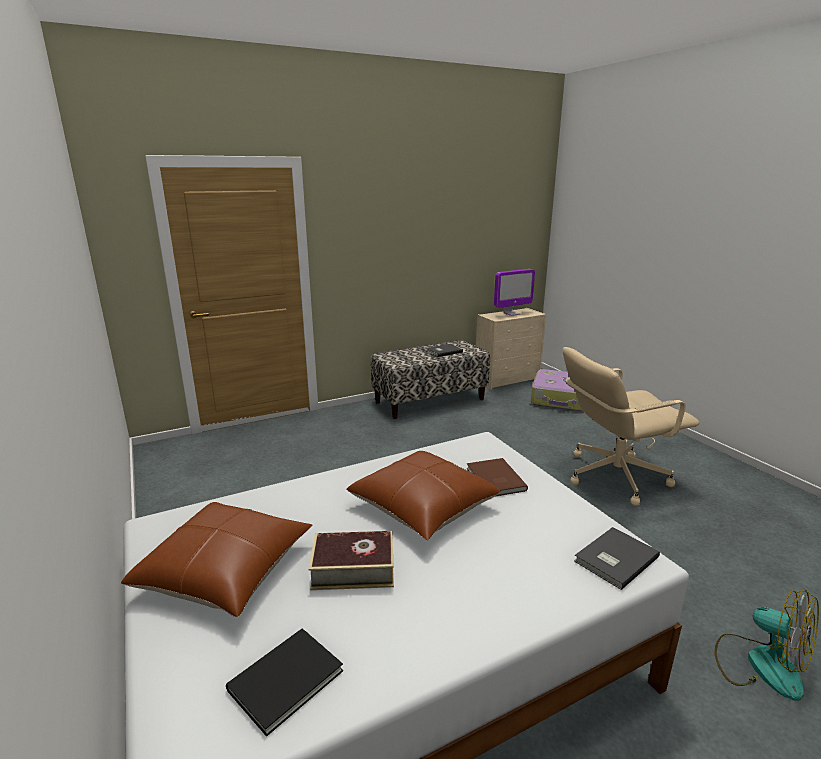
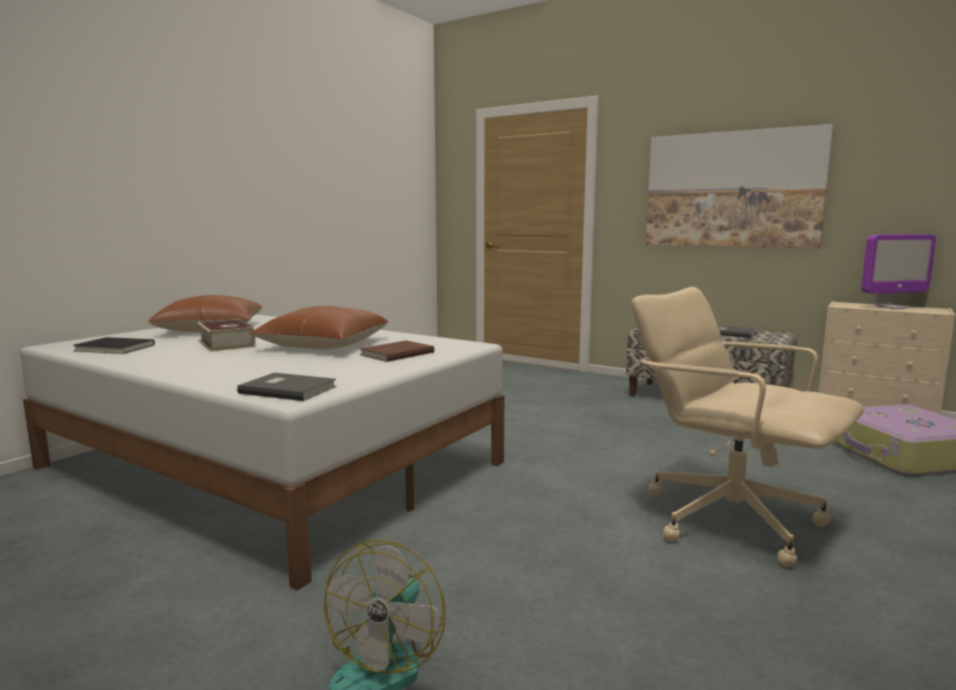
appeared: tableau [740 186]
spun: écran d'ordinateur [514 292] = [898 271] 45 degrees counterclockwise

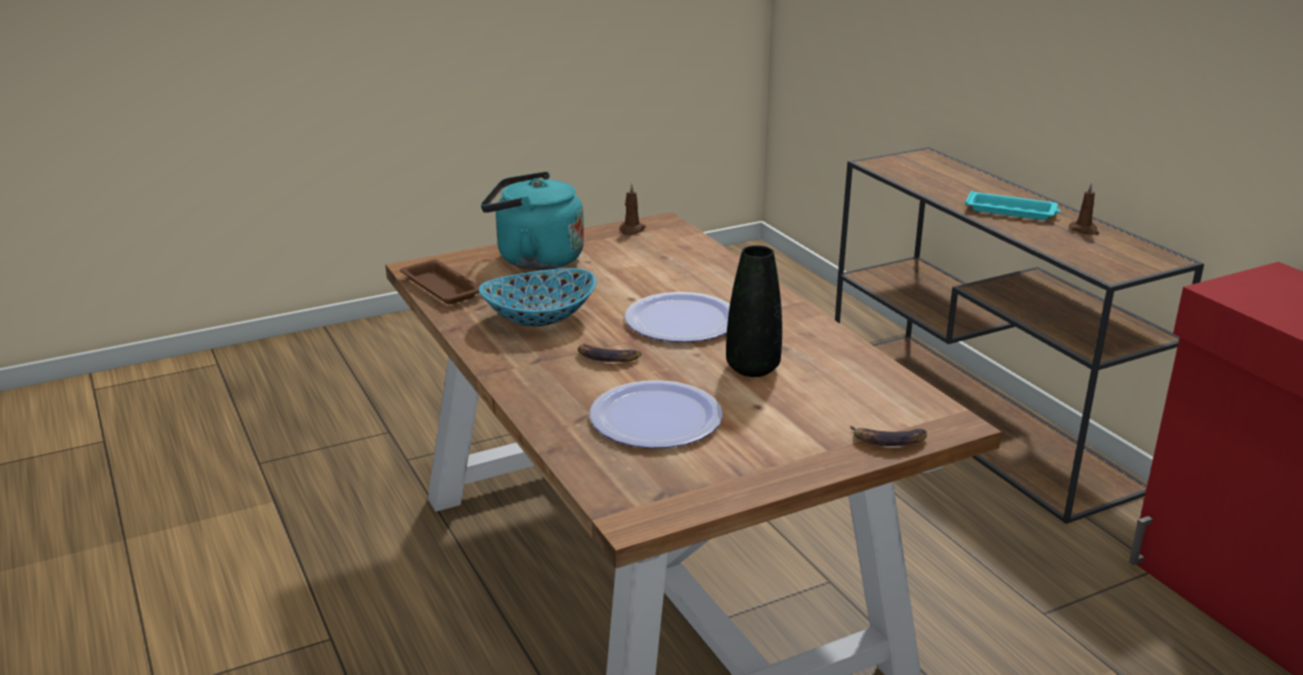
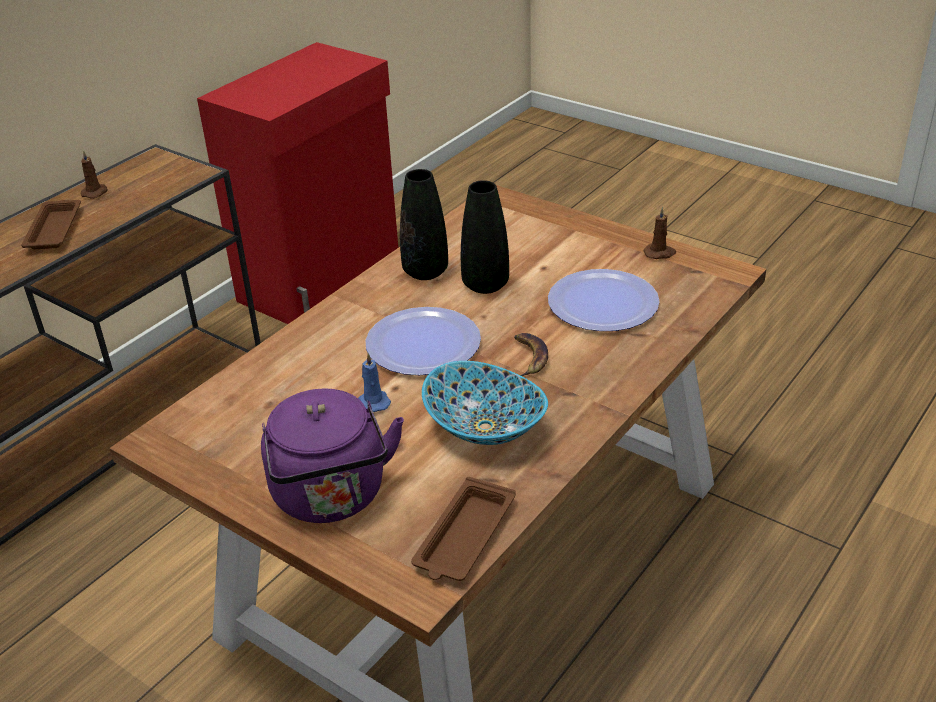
missing: banane [888 435]
appeared: bougie (bleu) [374 382]; vase (noir) [424 224]
relocated: bougie (marron) [632 209] to [660 233]
colour: bouilloire (turquoise) [532 221] to bouilloire (violet) [332 455]; plateau (turquoise) [1013 205] to plateau (marron) [51 224]

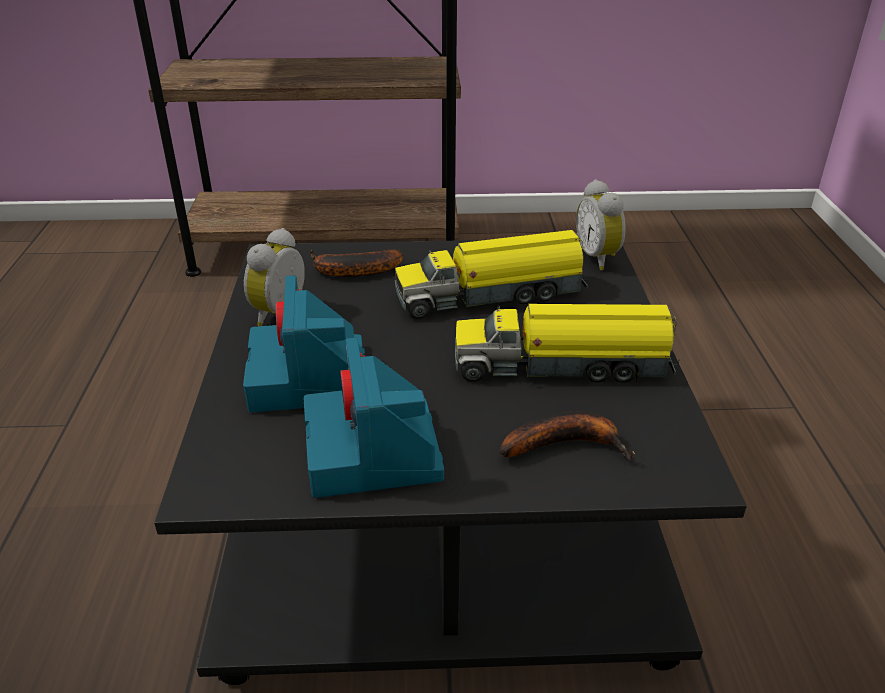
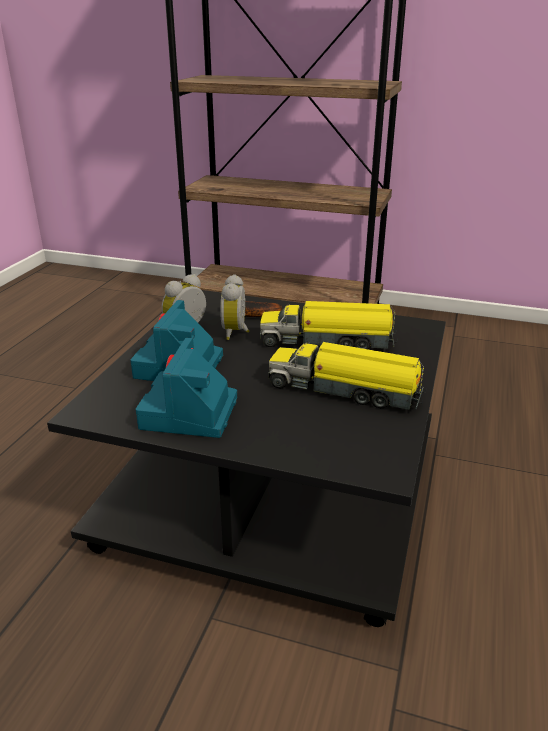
missing: banane [567 436]
relocated: réveil [601 224] to [235 307]

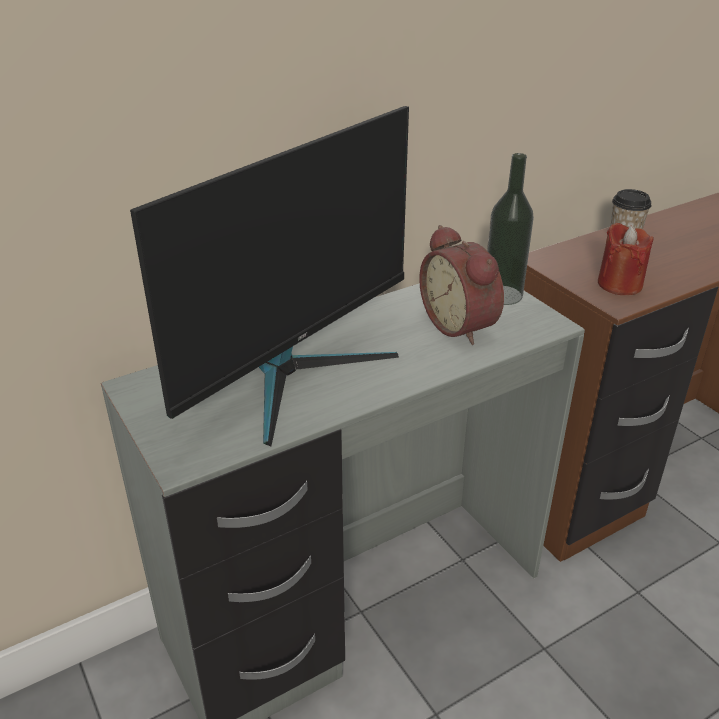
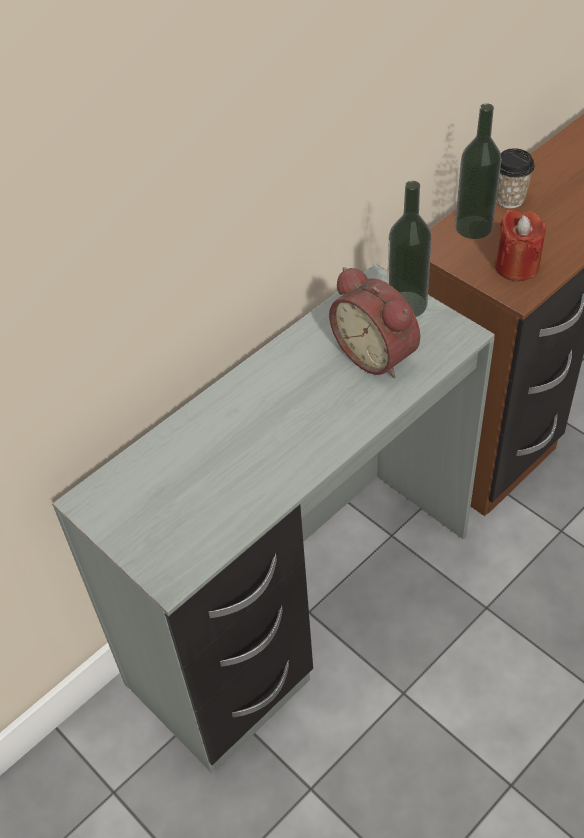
missing: écran d'ordinateur [269 276]
appeared: bouteille [478 171]

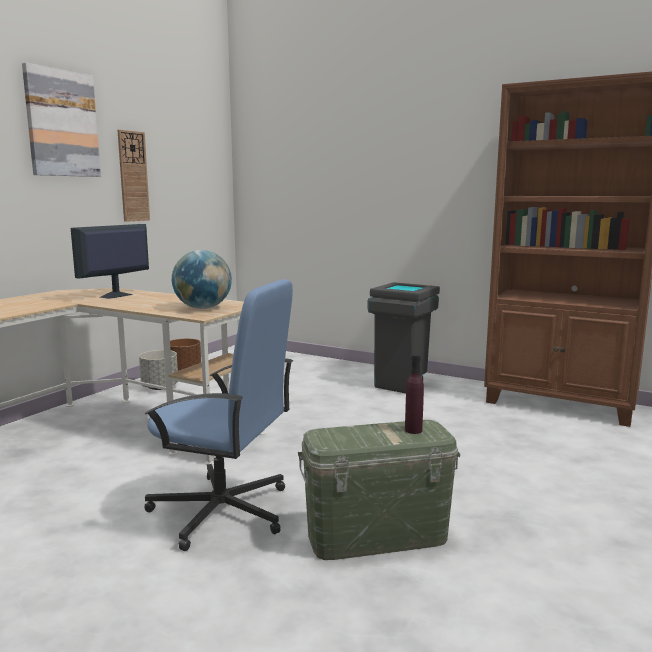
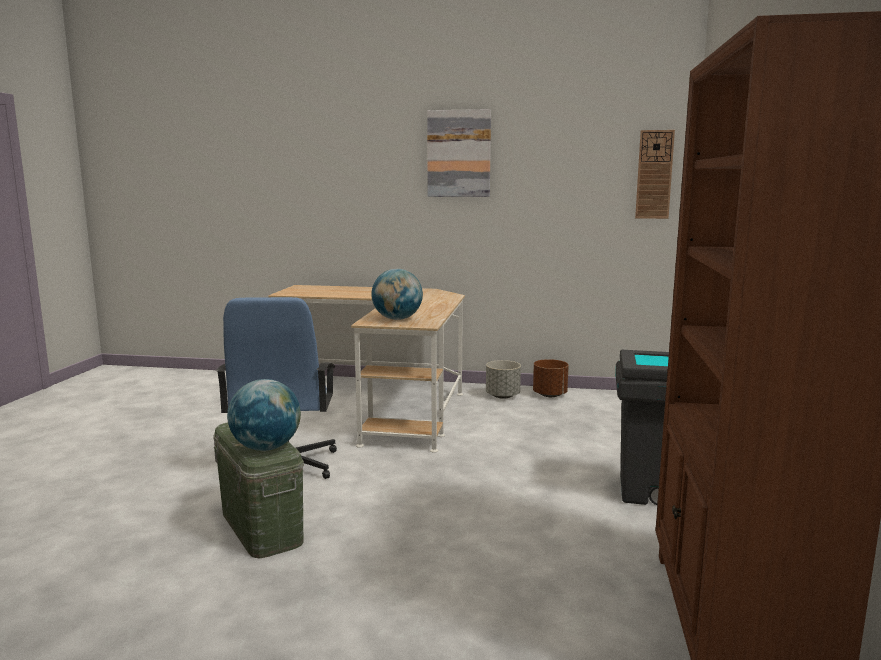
missing: écran d'ordinateur [110 261]
relocated: horloge murale [134 176] to [655 174]
exchanged: bouteille (violet) [414 394] to globe [264 415]

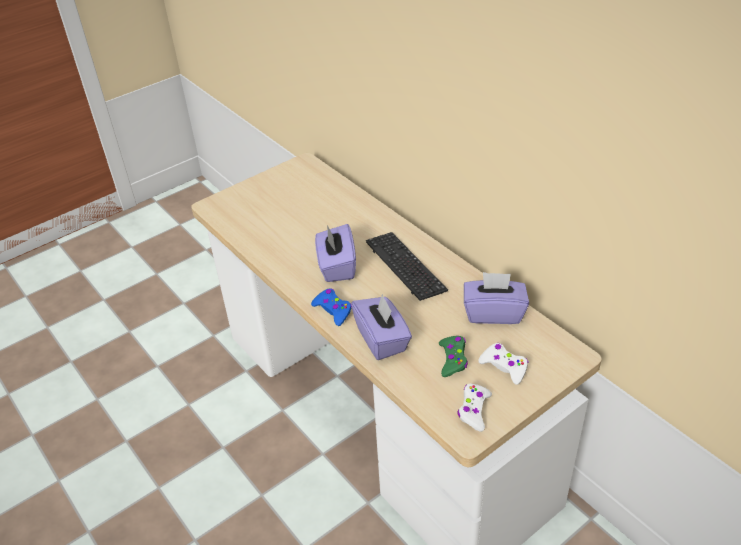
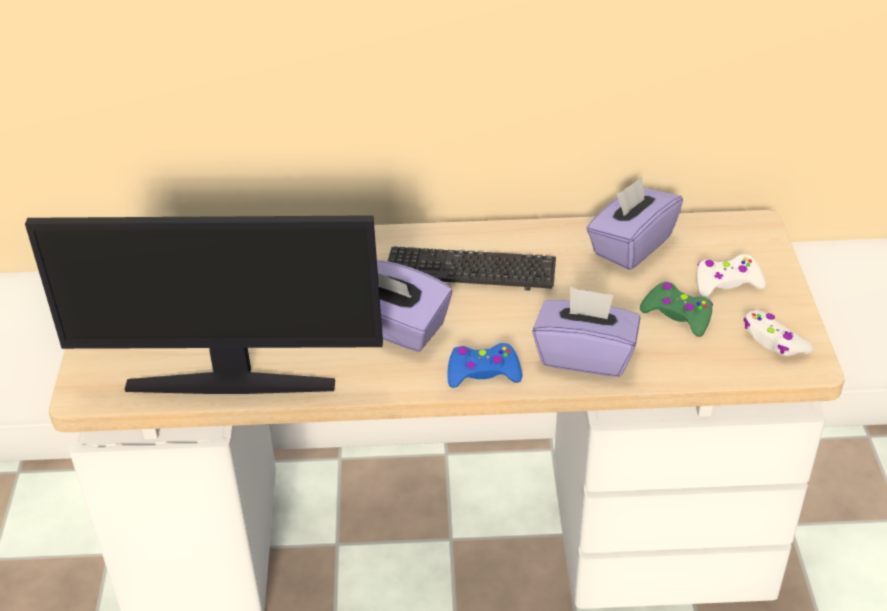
appeared: écran d'ordinateur [204 304]

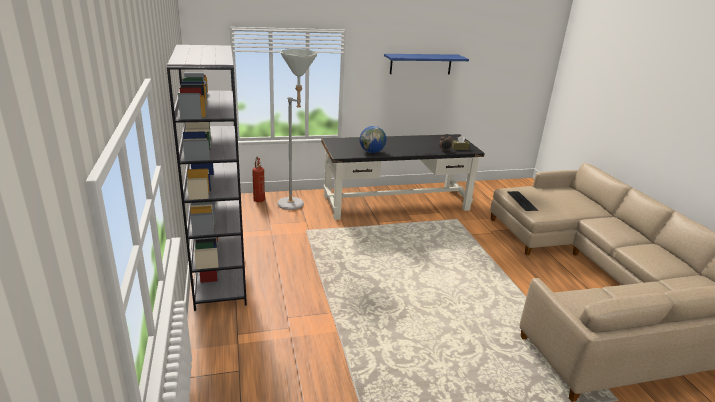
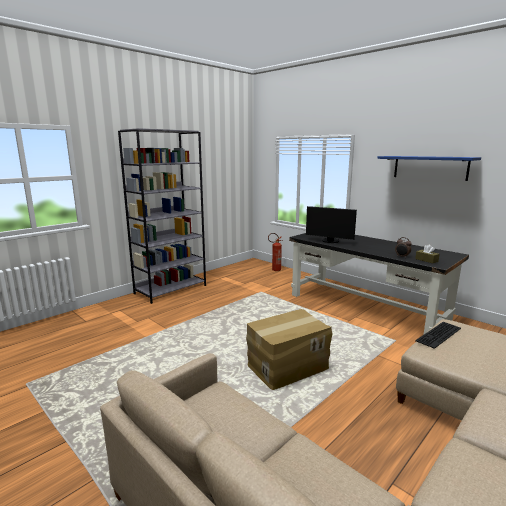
missing: lampadaire (gris) [297 129]
appeared: carton [289 349]
exchanged: globe [373 139] to écran d'ordinateur [331 224]

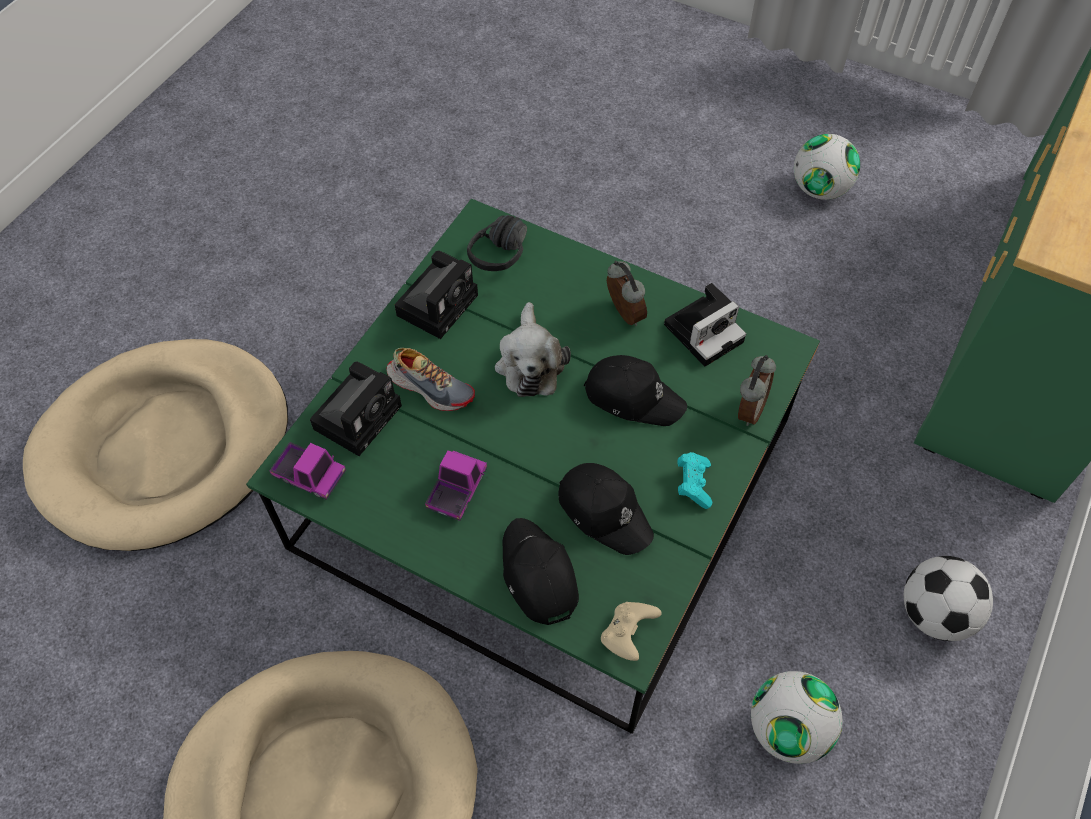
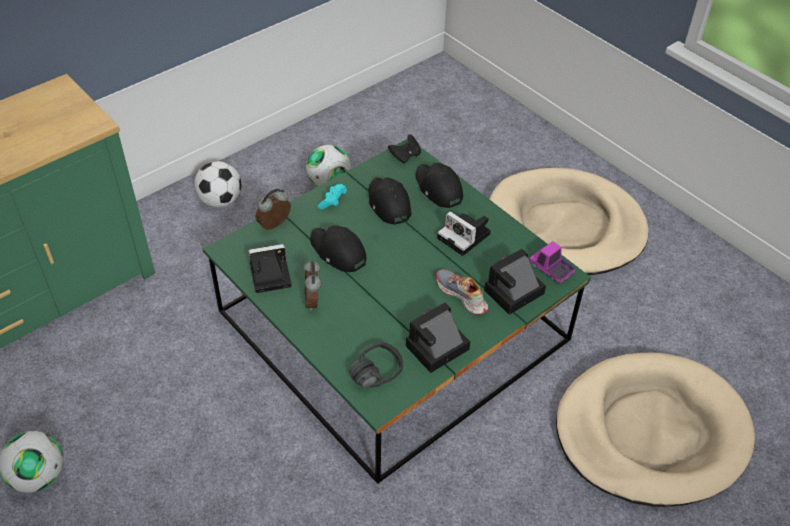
missing: peluche [533 349]
exchanged: camion jouet [456 485] to appareil photo [464 233]
colour: manette (beige) [631 631] to manette (noir) [404 149]
spun: casquette (noir) [541 571] = [439 185] 150 degrees clockwise

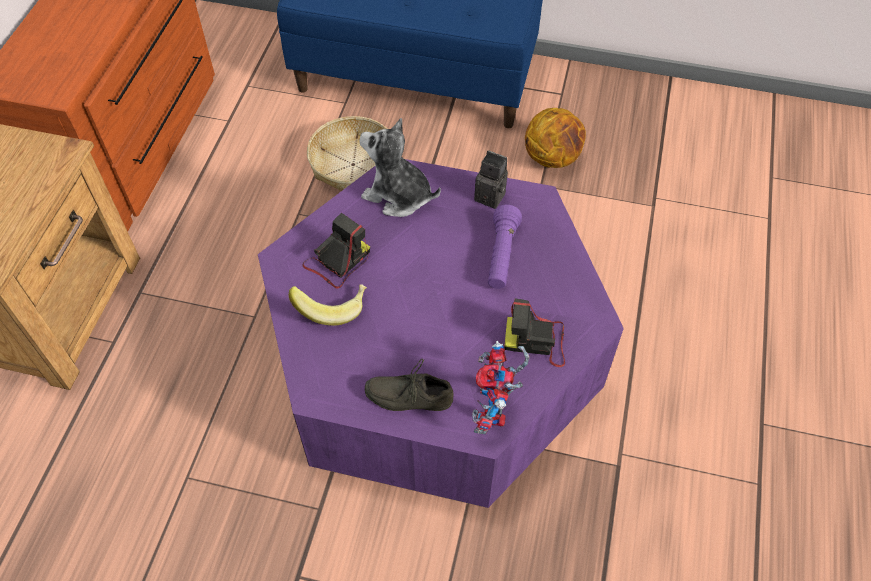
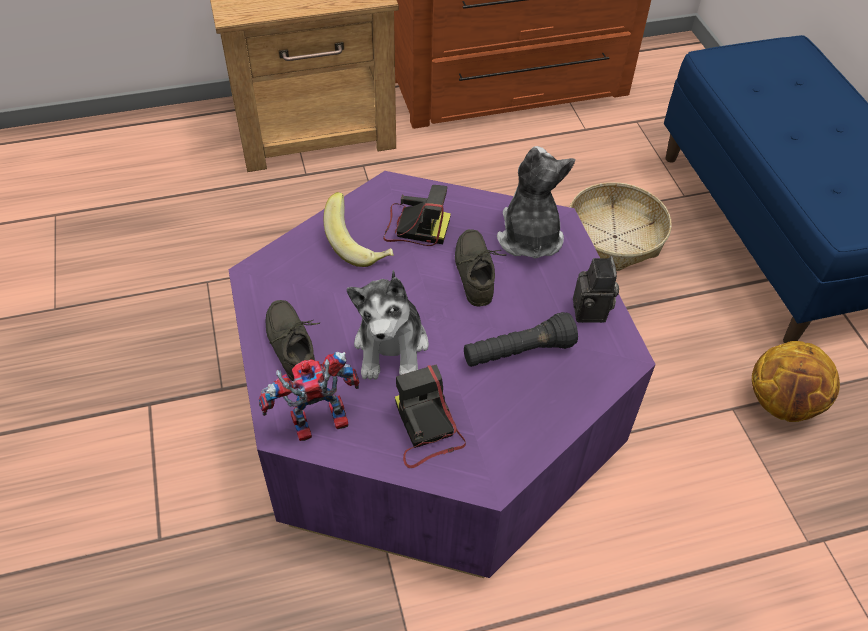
appeared: peluche [388 325]; chaussure (gris) [480 268]
colour: lampe de poche (violet) [505 247] to lampe de poche (noir) [521 339]

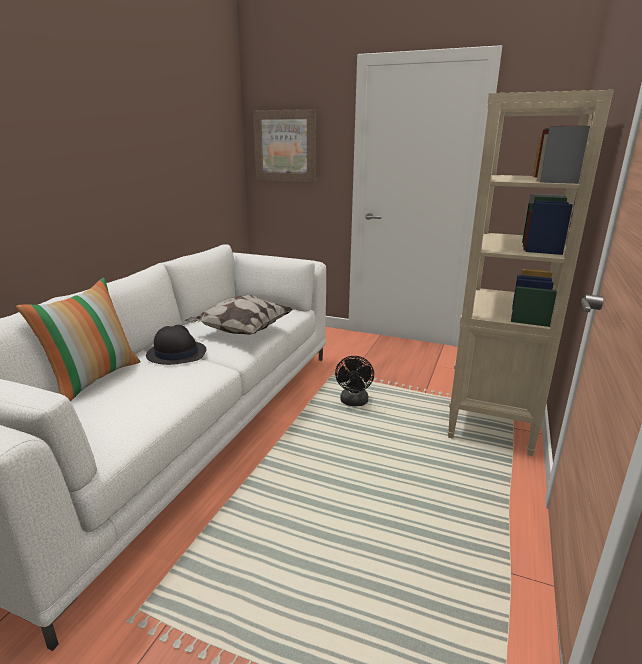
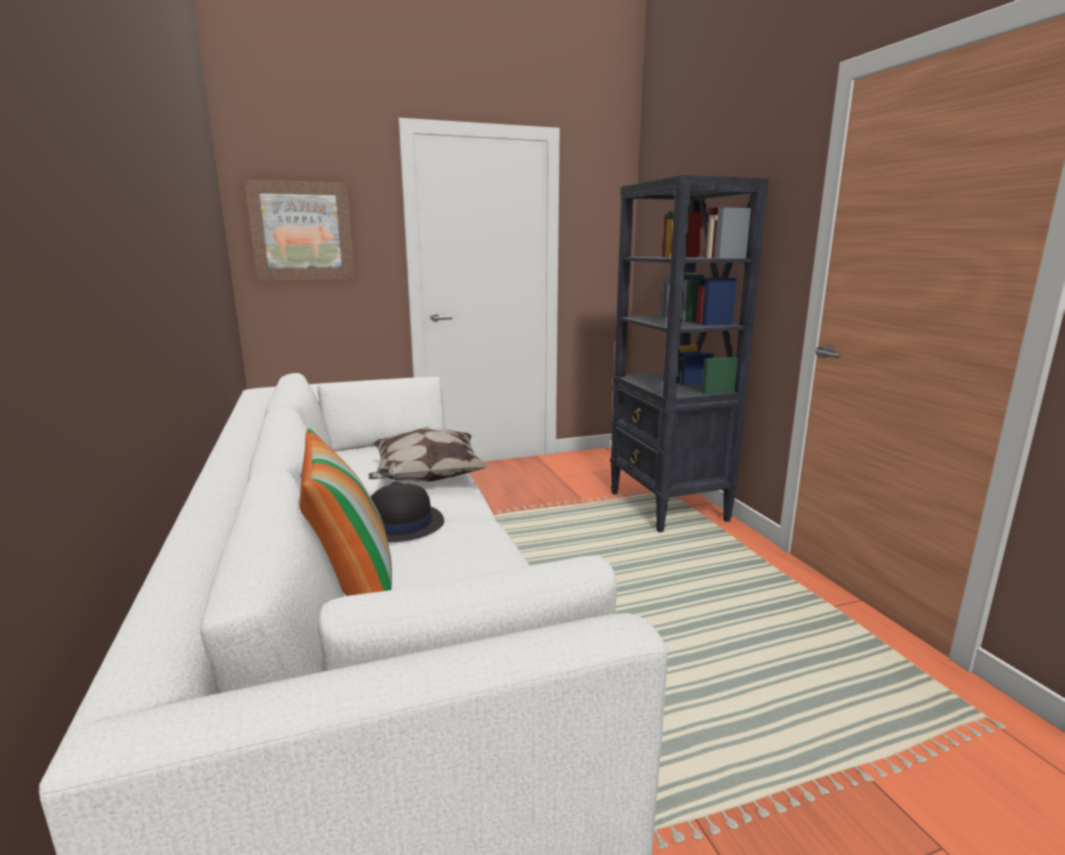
missing: ventilateur (noir) [354 381]
colour: bibliothèque (beige) [531 273] to bibliothèque (noir) [689 354]

